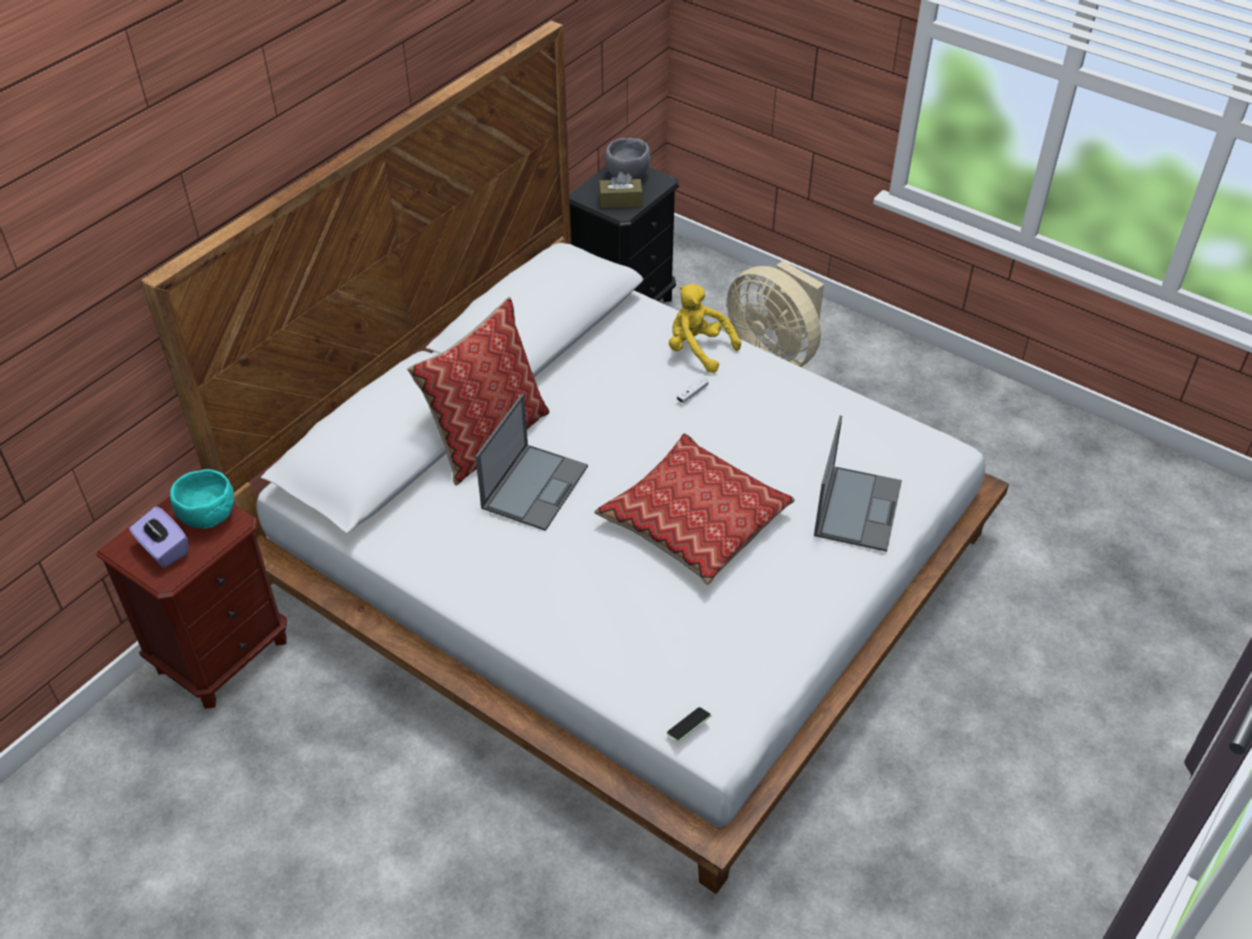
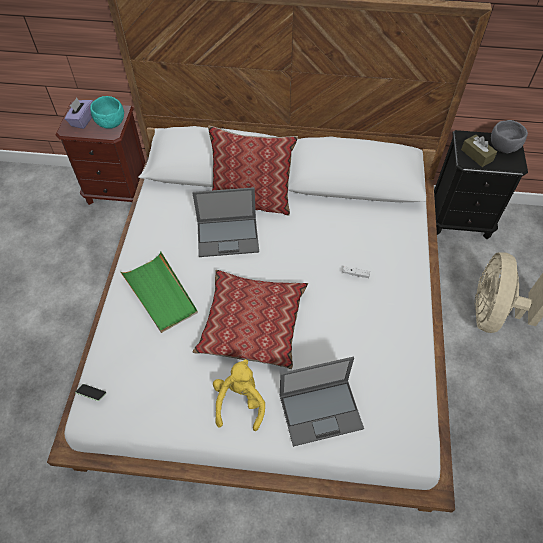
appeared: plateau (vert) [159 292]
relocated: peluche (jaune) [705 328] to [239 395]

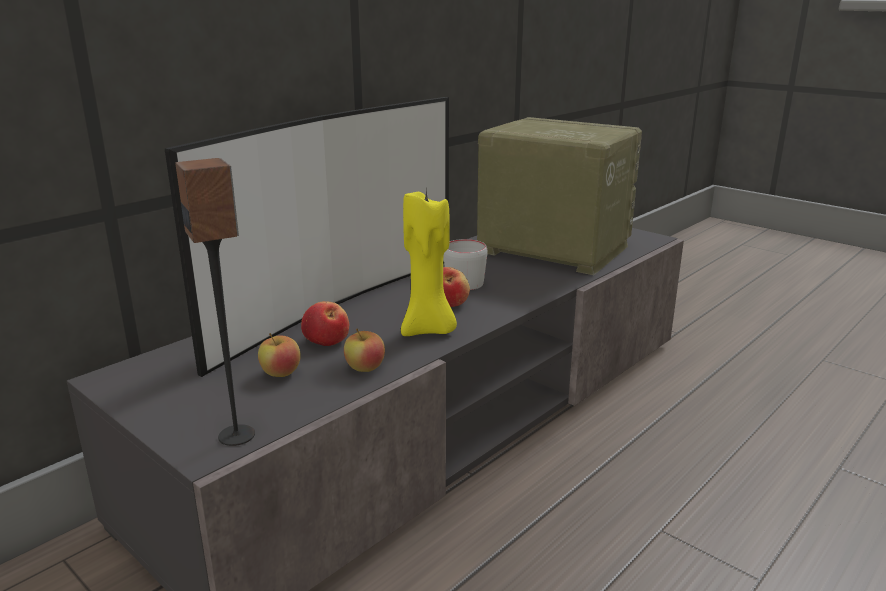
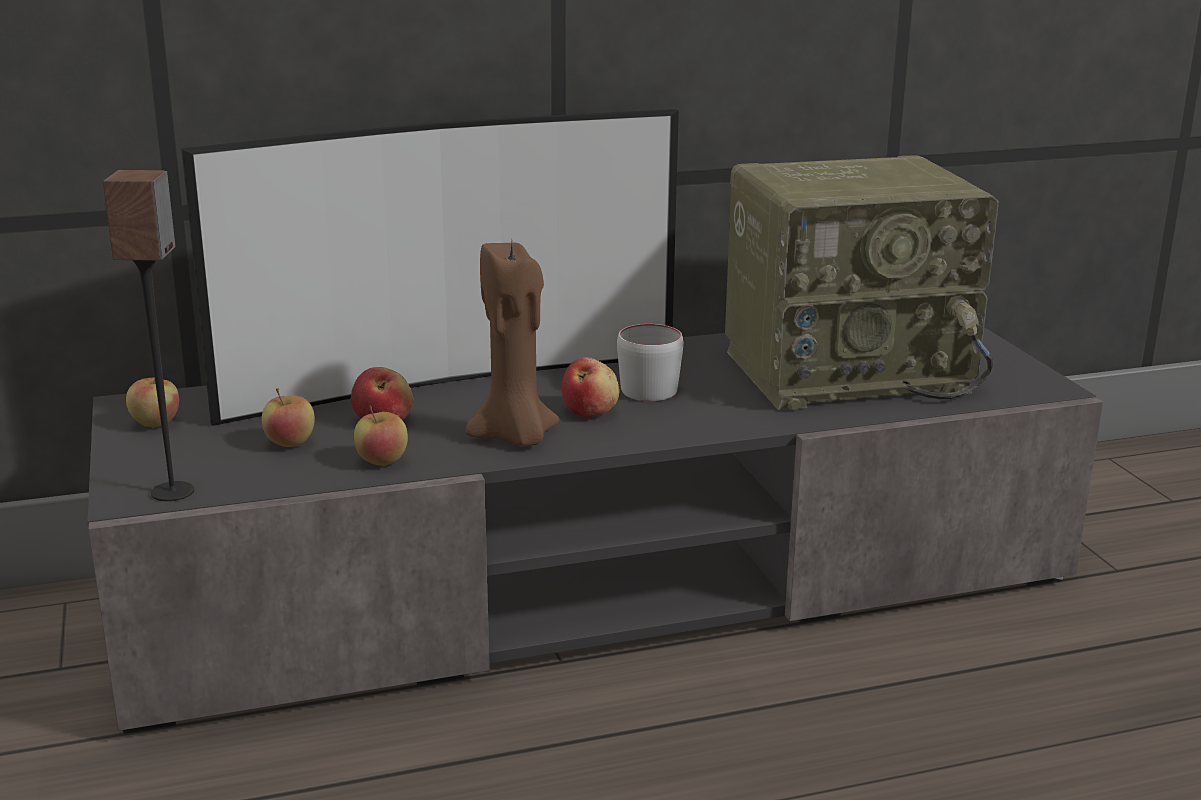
appeared: pomme [152 402]
colour: bougie (jaune) [429 261] to bougie (marron) [513 344]
spun: radio [559 196] = [862 283] 105 degrees clockwise

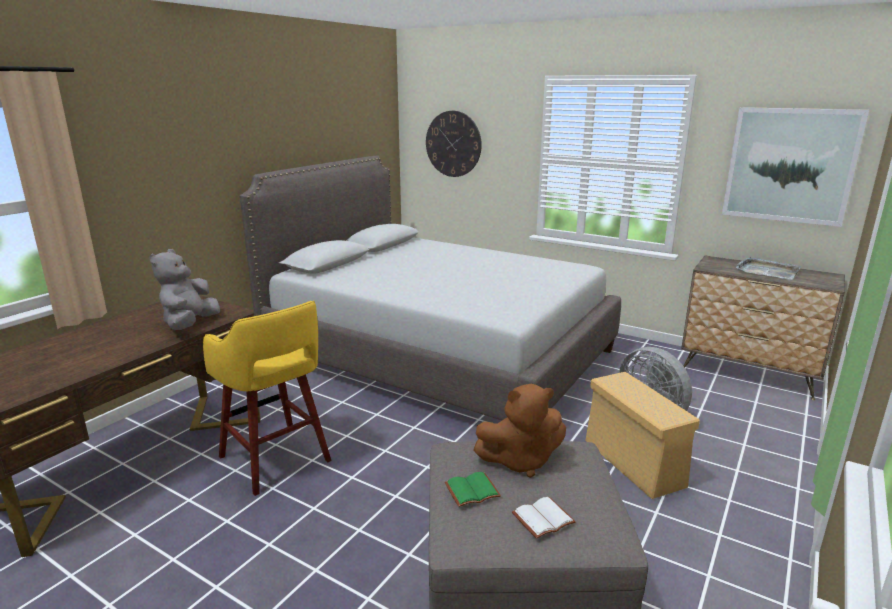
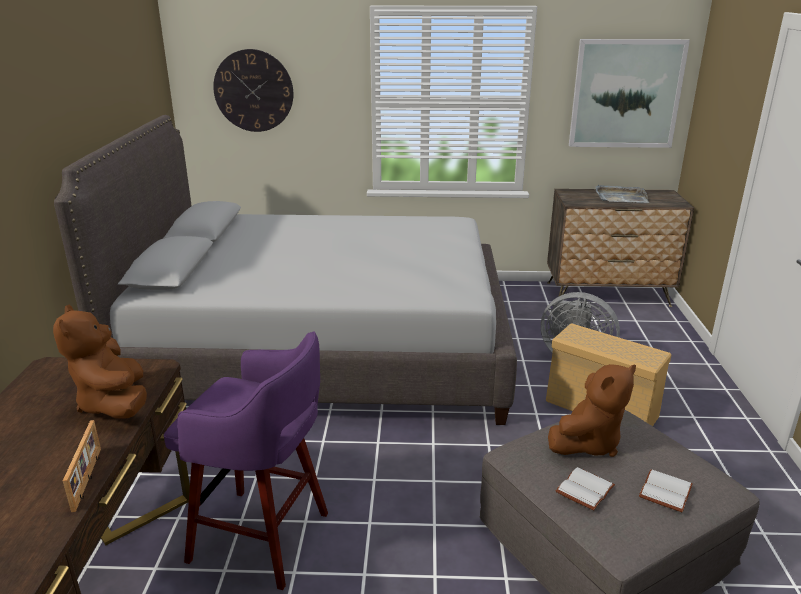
appeared: cadre photo [82 466]
colour: peluche (gris) [184 289] to peluche (marron) [100 362]; tabouret (jaune) [267 398] to tabouret (violet) [246 460]; livre (vert) [473 489] to livre (blanc) [585 488]

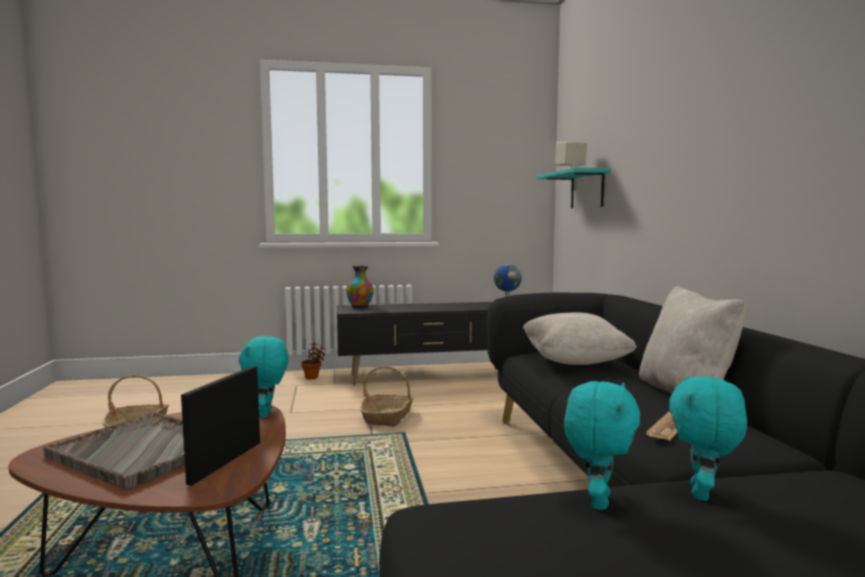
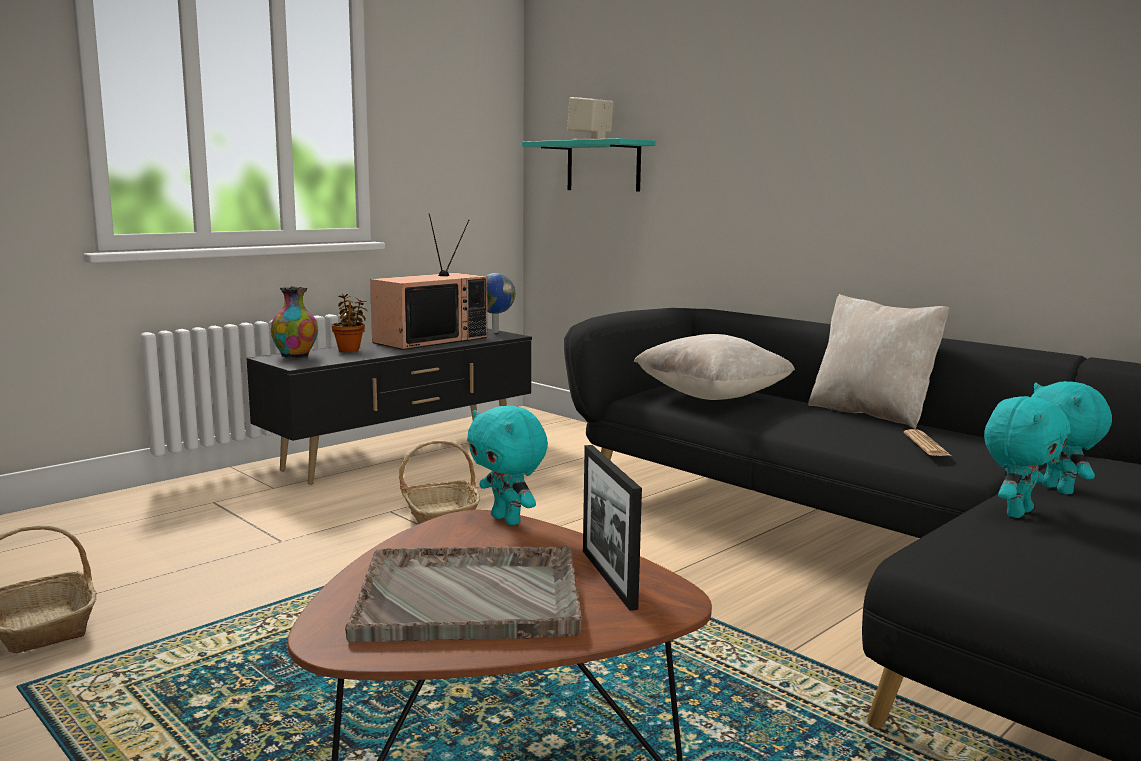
appeared: téléviseur [429 281]
relocated: plante en pot [313 360] to [349 323]
spun: peluche (turquoise) [602 445] = [1027 457] 60 degrees clockwise

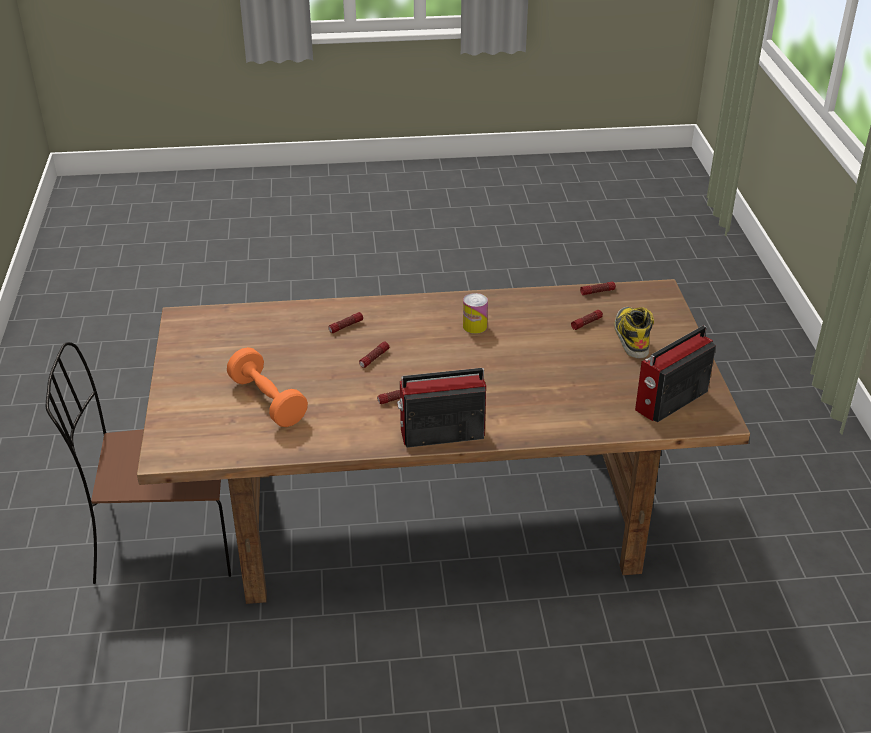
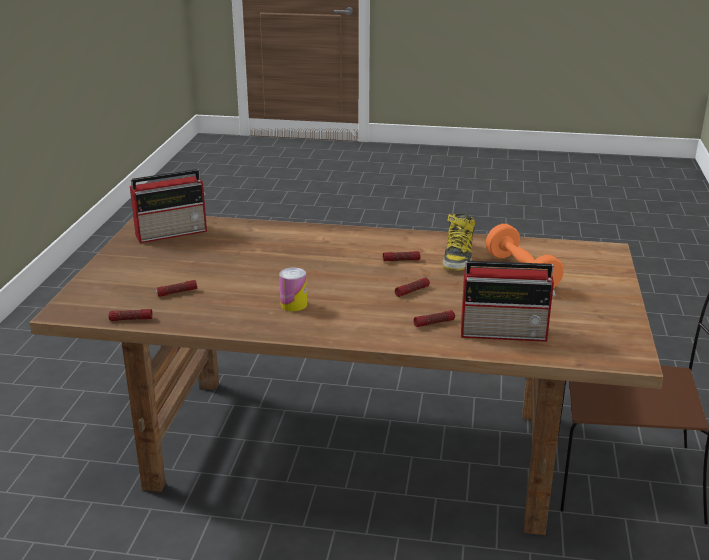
relocated: radio [441 408] to [508 301]; botte [634 332] to [459 242]

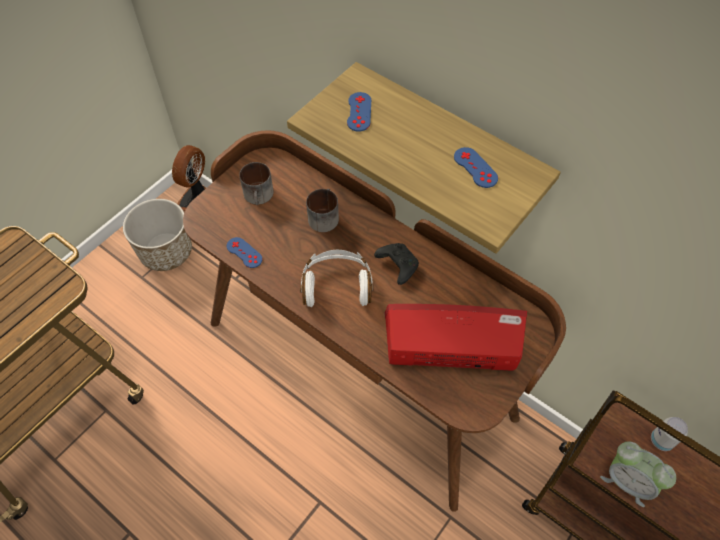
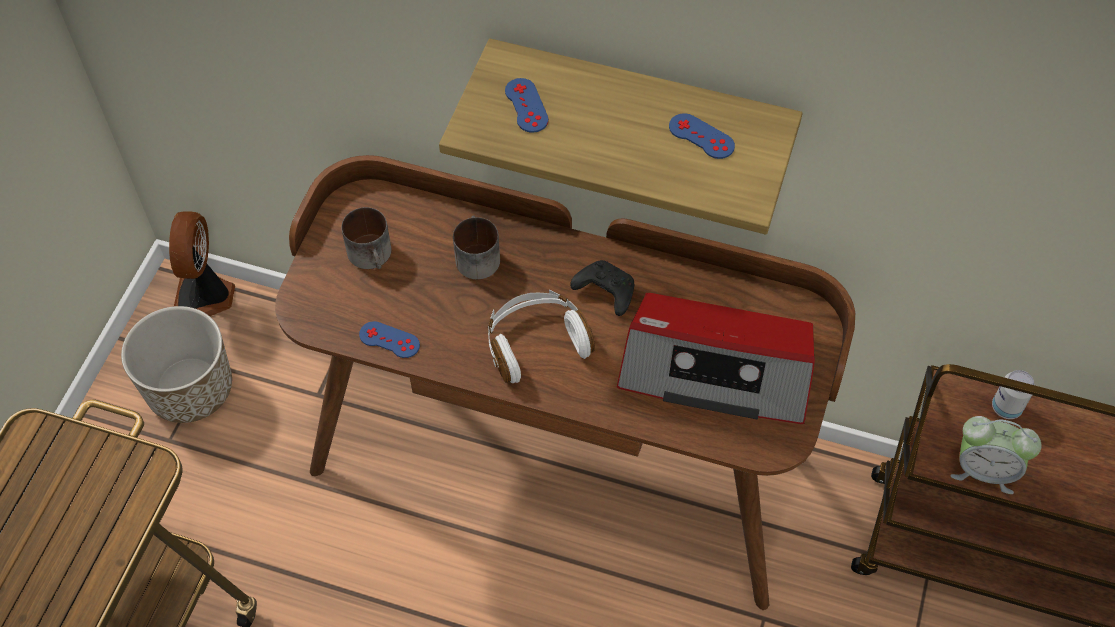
spun: radio [455 337] = [716 358] 150 degrees counterclockwise

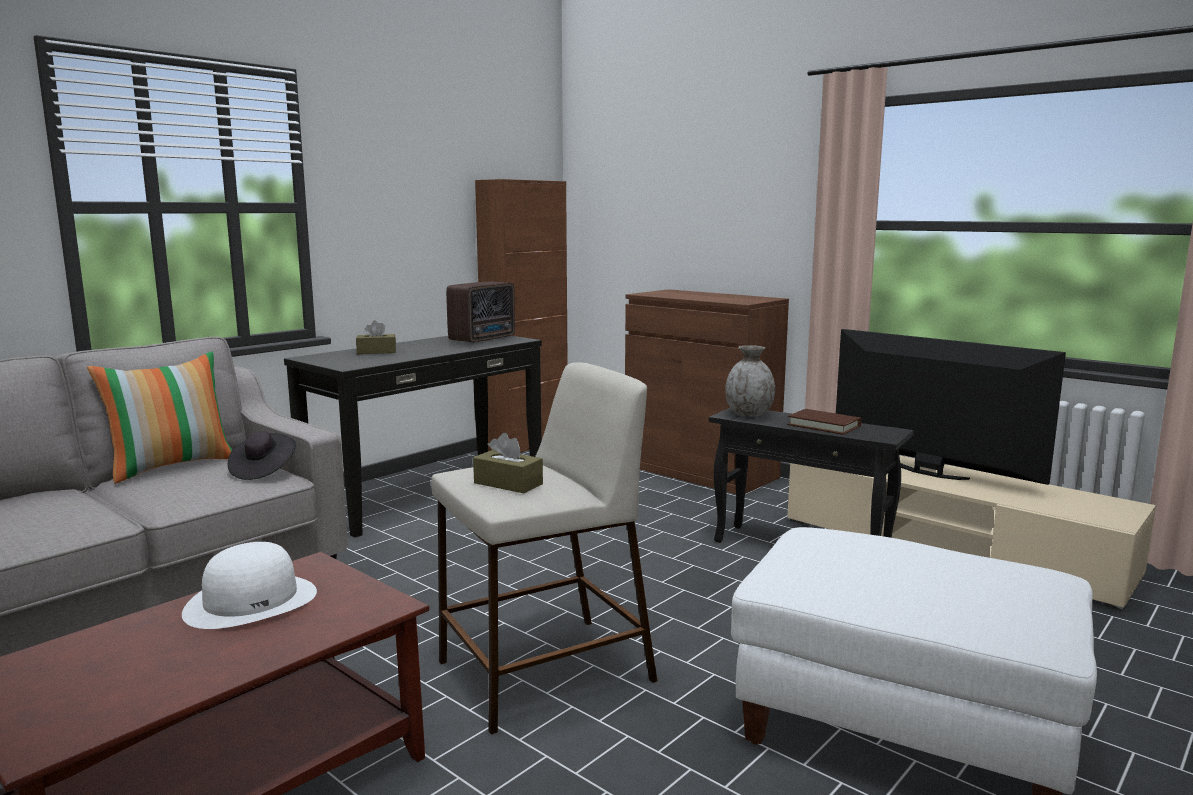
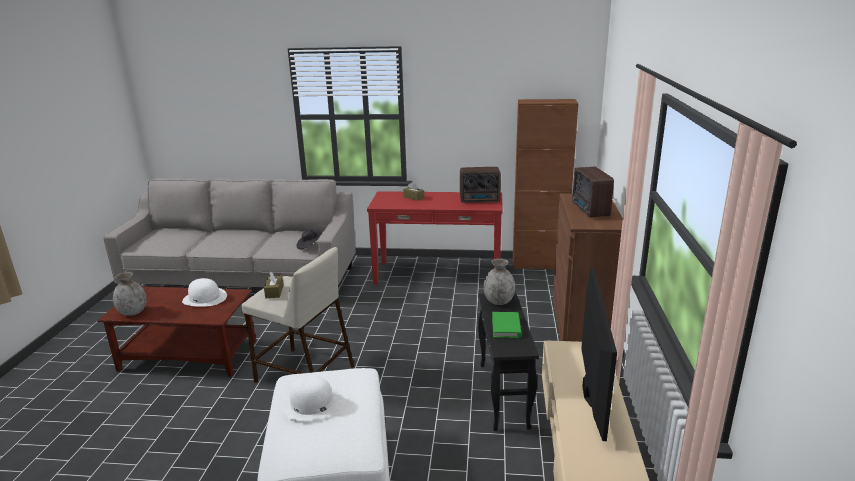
missing: coussin [159 417]
appeared: vase (gris) [130 294]; chapeau (blanc) [312 398]; radio [593 192]
colour: table console (noir) [413 436] to table console (rouge) [435 238]; livre (marron) [824 422] to livre (vert) [507 325]

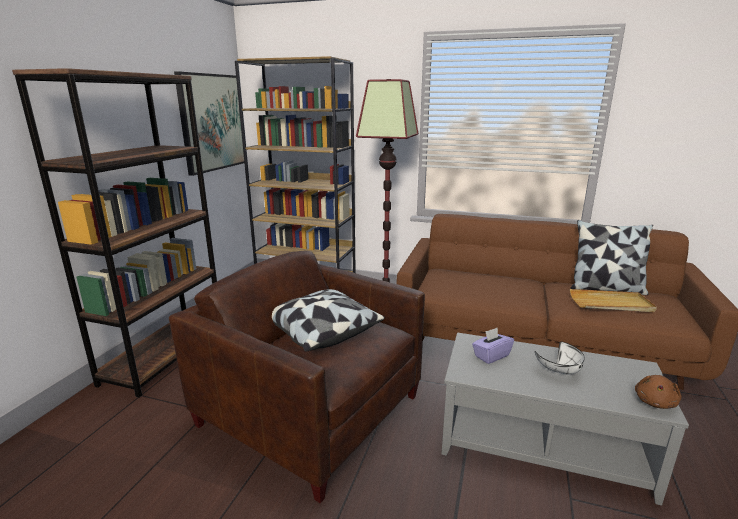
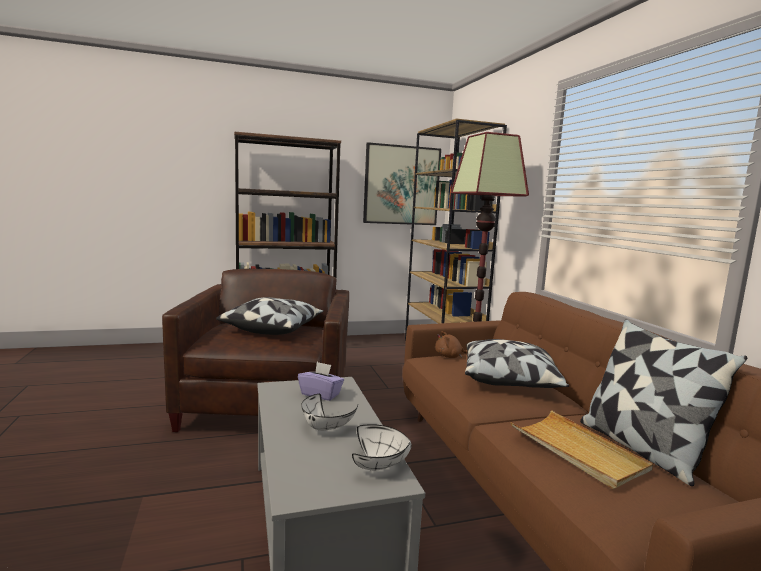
appeared: bol (blanc) [382 447]; coussin [517 363]
relocated: peluche (marron) [658 392] to [451 344]

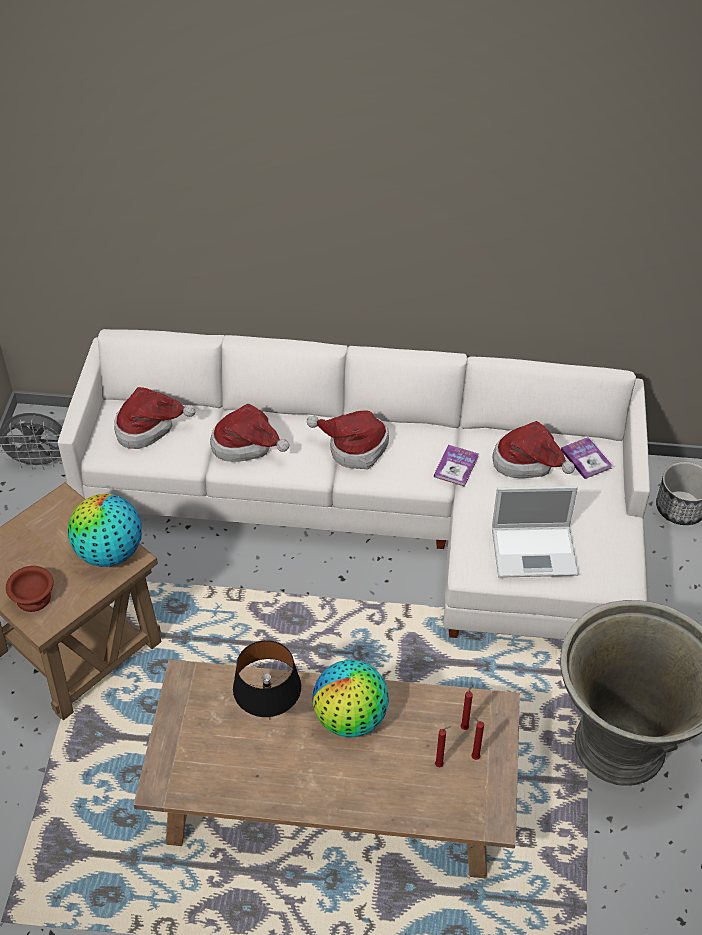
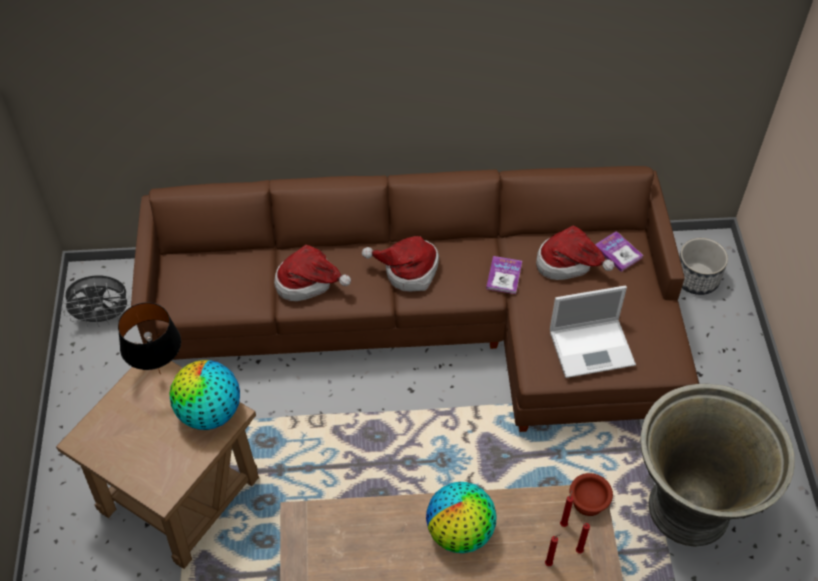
missing: chapeau [155 418]
relocated: bol (marron) [30 589] to [591 494]; lampe de table (noir) [267 679] to [149 338]
colour: canapé (blanc) [354 484] to canapé (marron) [415 299]

